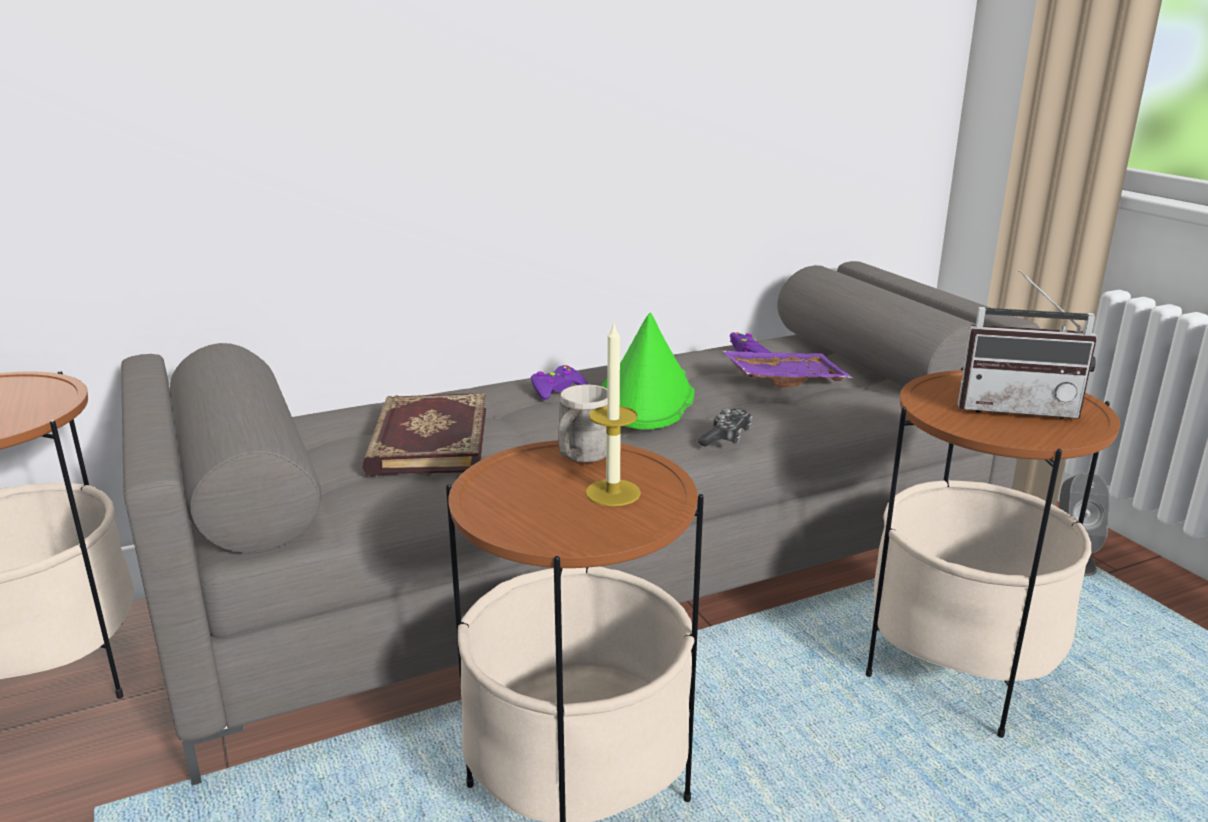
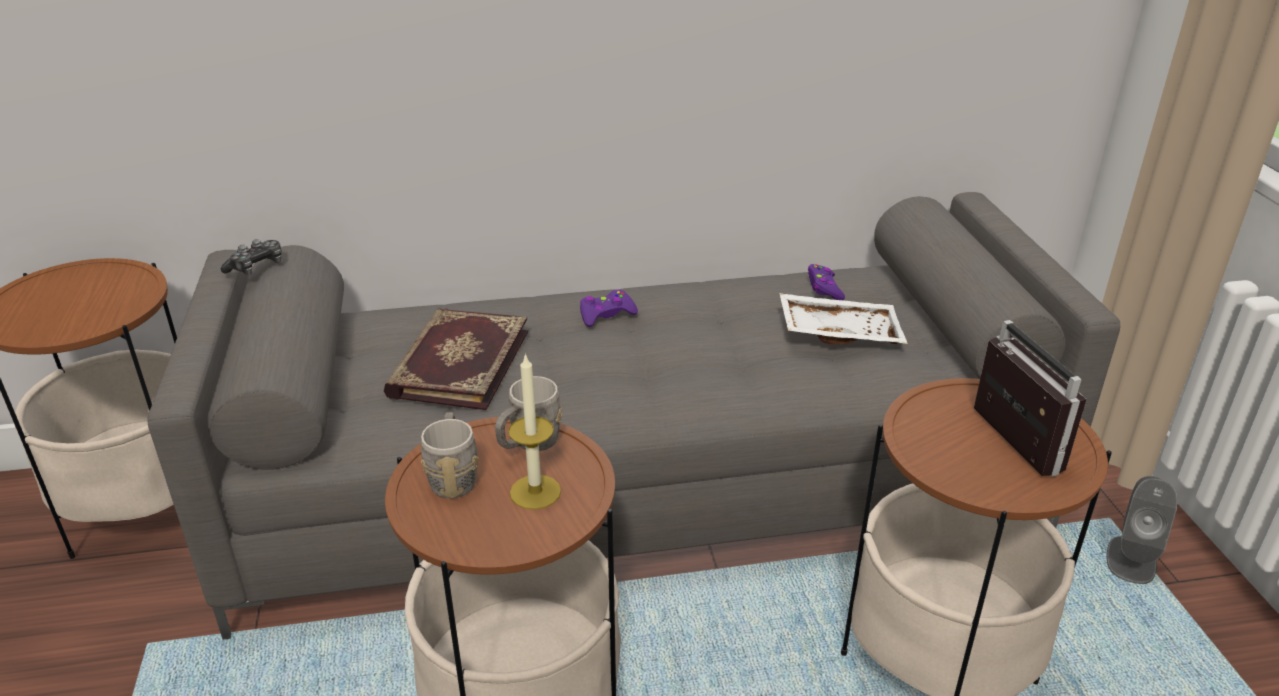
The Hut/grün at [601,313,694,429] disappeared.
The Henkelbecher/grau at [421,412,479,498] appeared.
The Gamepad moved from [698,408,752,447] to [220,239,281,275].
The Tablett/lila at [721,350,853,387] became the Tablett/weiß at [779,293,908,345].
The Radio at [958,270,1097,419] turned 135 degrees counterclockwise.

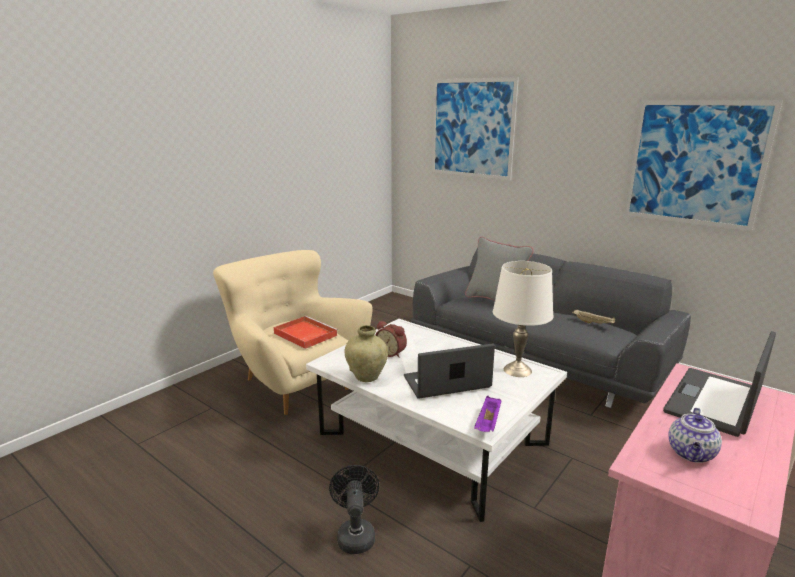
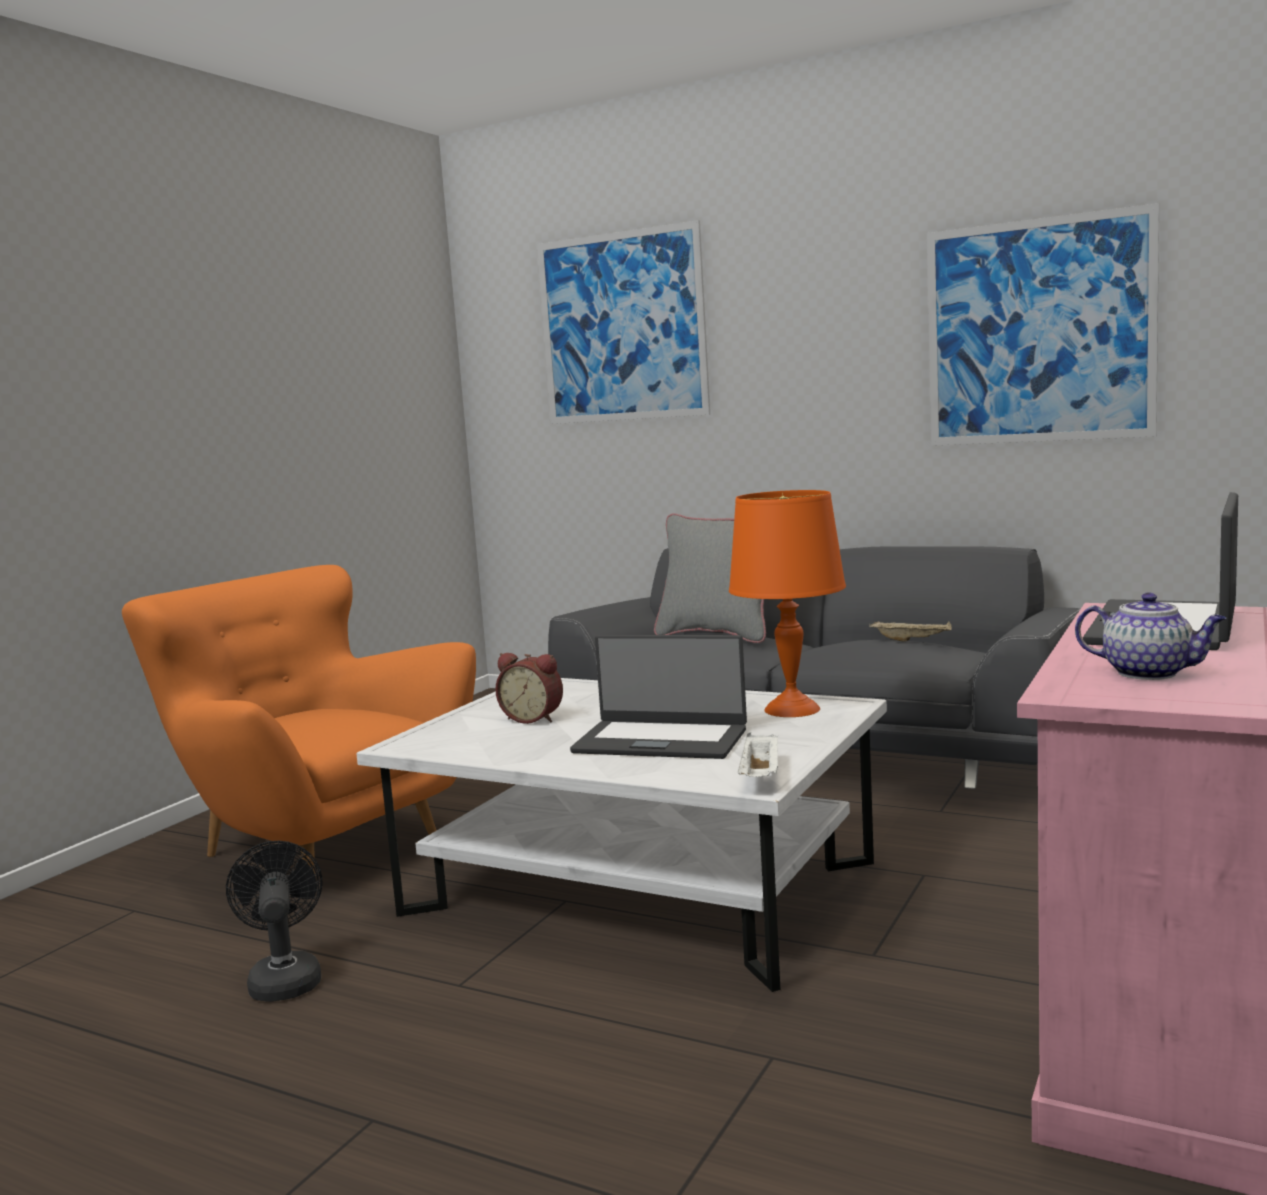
The Tablett/rot at [274,316,338,349] disappeared.
The Vase/beige at [345,325,388,382] disappeared.
The Ventilator/schwarz moved from [329,465,379,554] to [226,841,322,1002].
The Sessel/beige at [213,250,372,415] became the Sessel/orange at [122,565,476,874].
The Tablett/lila at [474,396,502,432] became the Tablett/weiß at [738,733,778,777].
The Tischlampe/weiß at [493,261,554,377] became the Tischlampe/orange at [729,490,846,717].
The Laptop at [404,343,495,399] turned 135 degrees counterclockwise.
The Teekanne at [669,408,722,463] turned 75 degrees counterclockwise.

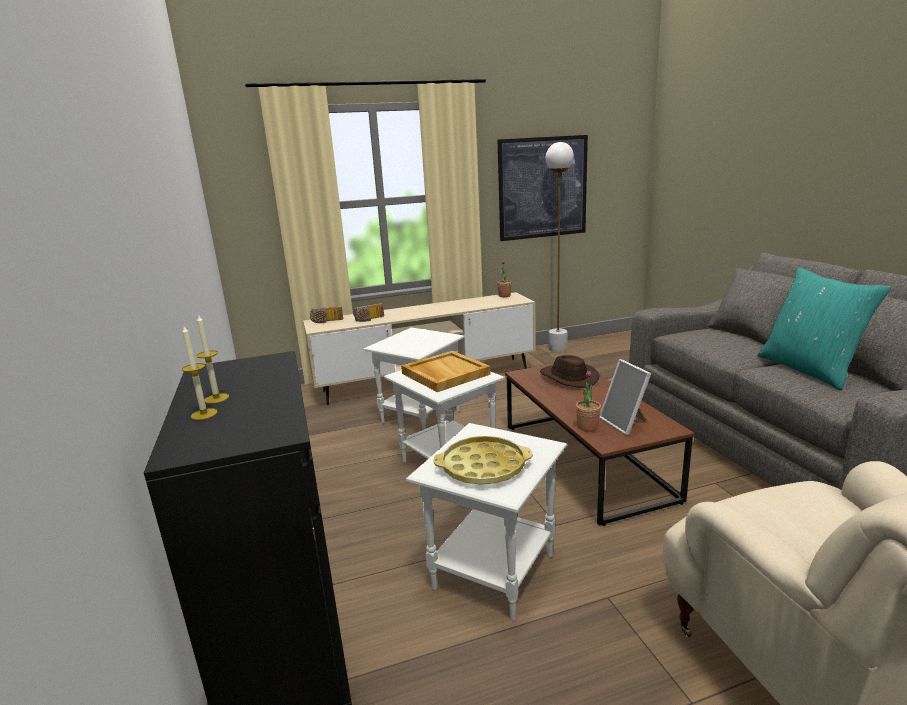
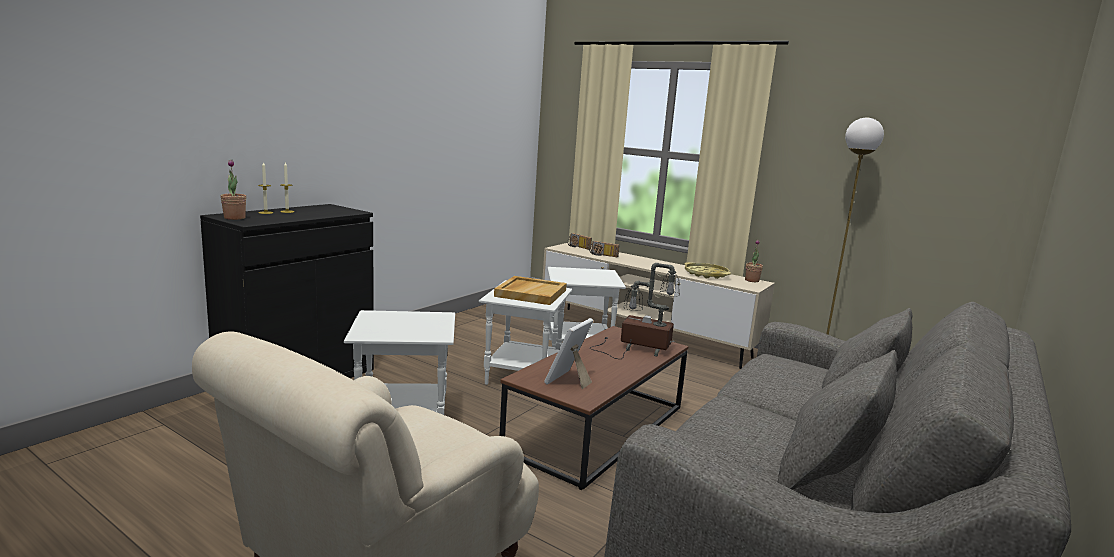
The Bild at [498,135,588,241] disappeared.
The Kissen/türkis at [758,268,891,390] disappeared.
The Tablett/gelb moved from [434,436,533,484] to [684,262,731,279].
The Topfpflanze moved from [576,370,601,432] to [221,160,246,220].
The Hut/braun at [540,355,599,388] was replaced by the Tischlampe at [590,263,680,359].

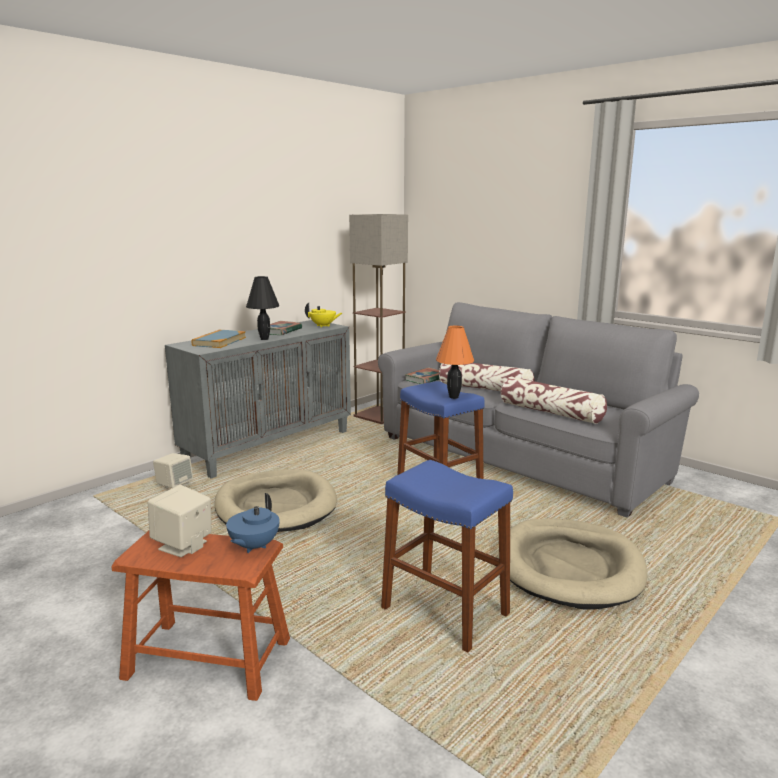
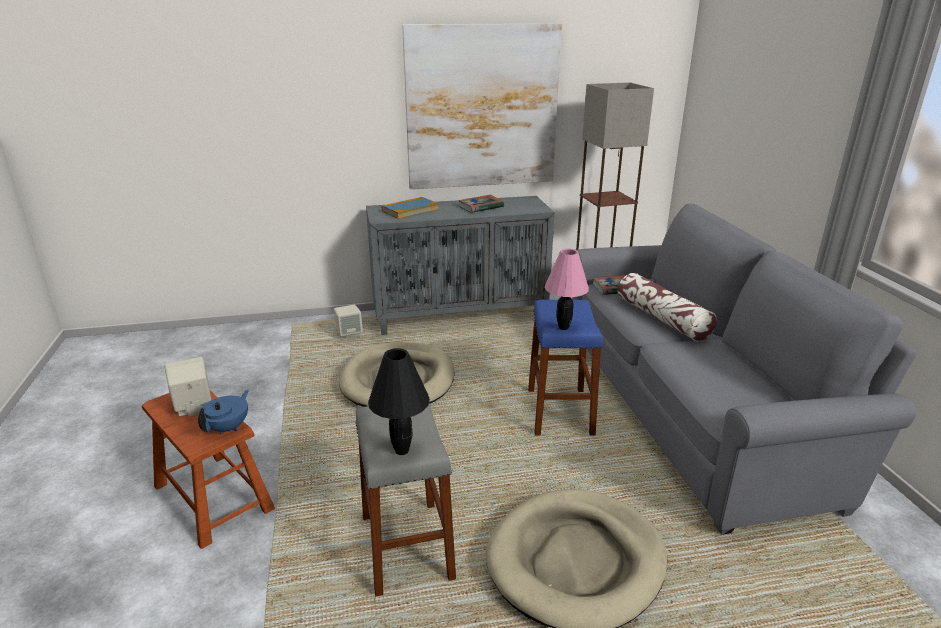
The Teekanne/gelb at [305,303,342,327] disappeared.
The Kissen at [501,376,607,424] disappeared.
The Bild at [402,23,562,189] appeared.
The Tischlampe/schwarz moved from [246,276,279,340] to [368,348,430,455].
The Hocker/blau at [381,460,513,653] became the Hocker/grau at [355,404,456,597].
The Tischlampe/orange at [436,326,474,399] became the Tischlampe/rosa at [544,248,589,330].
The Teekanne/blau at [226,493,280,553] turned 150 degrees clockwise.

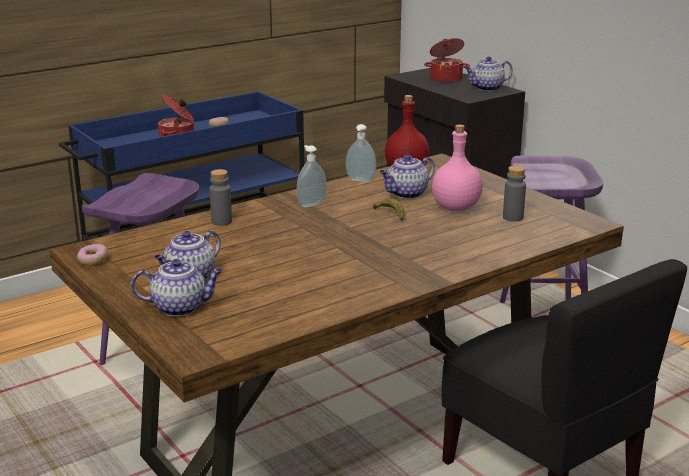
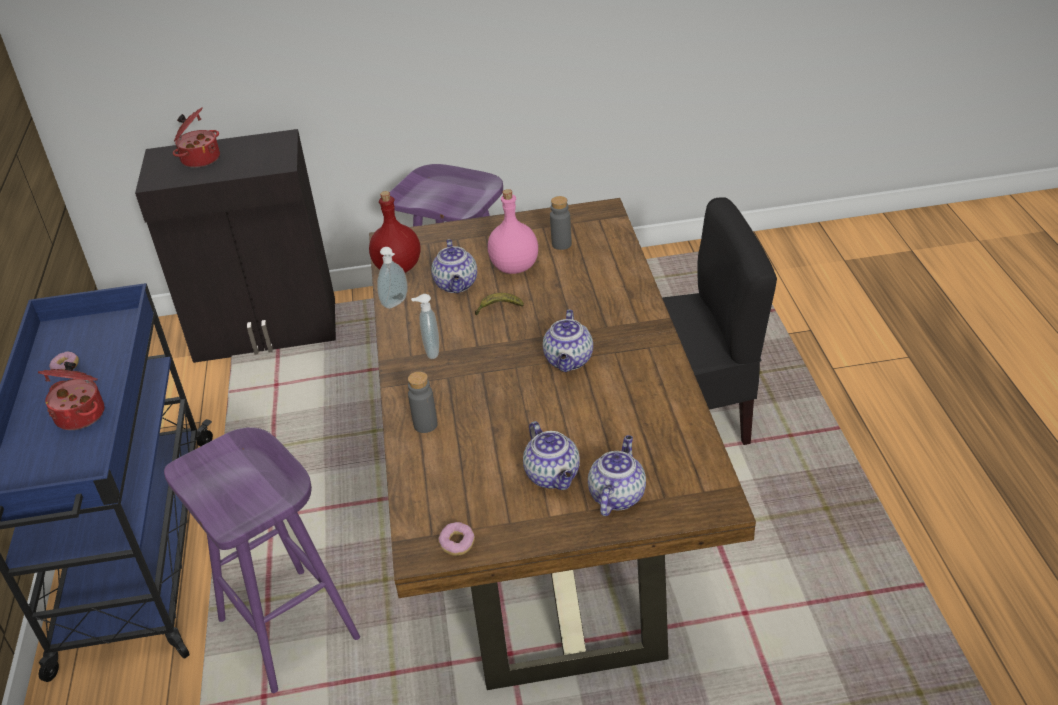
The Teekanne moved from [464,57,513,91] to [543,309,593,372].

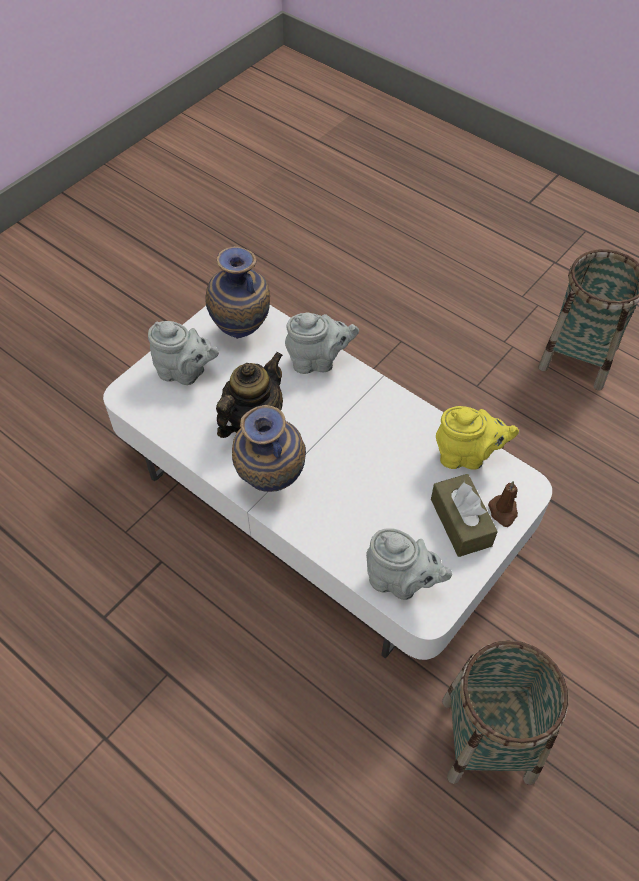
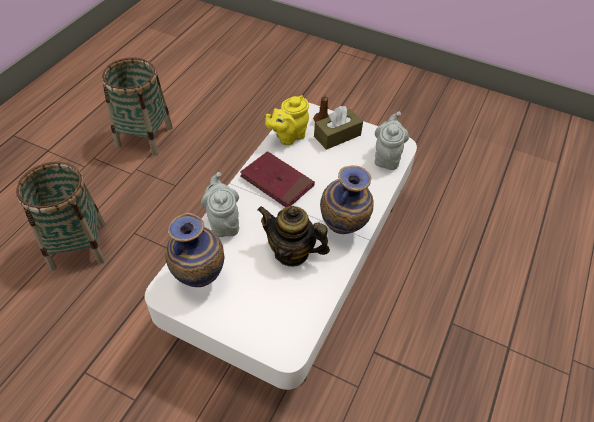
The Teekanne/grau at [148,321,219,385] disappeared.
The Buch/rot at [240,151,315,207] appeared.
The Korb moved from [442,640,568,785] to [16,162,105,271].
The Teekanne/gelb at [436,406,519,470] turned 120 degrees counterclockwise.

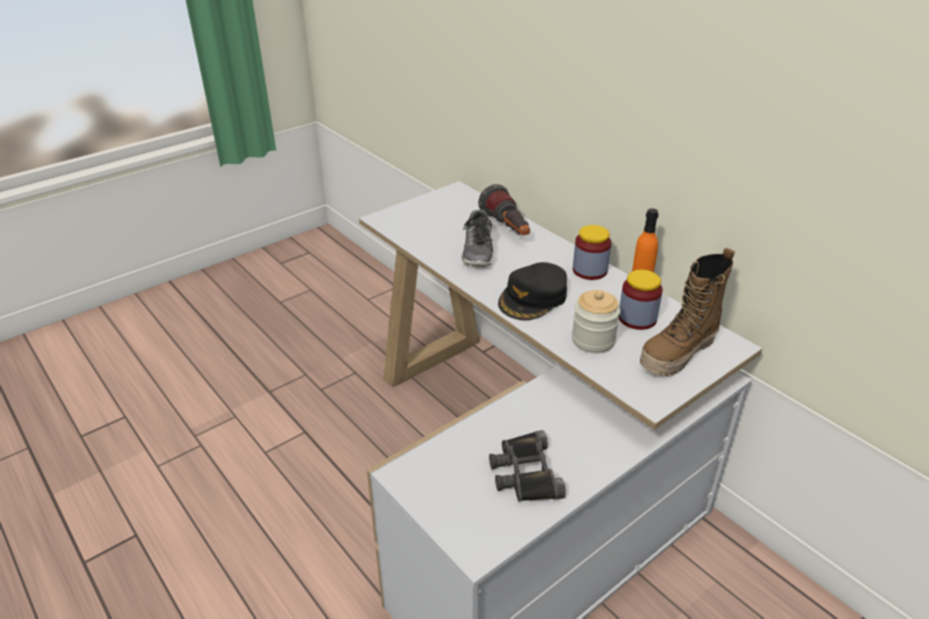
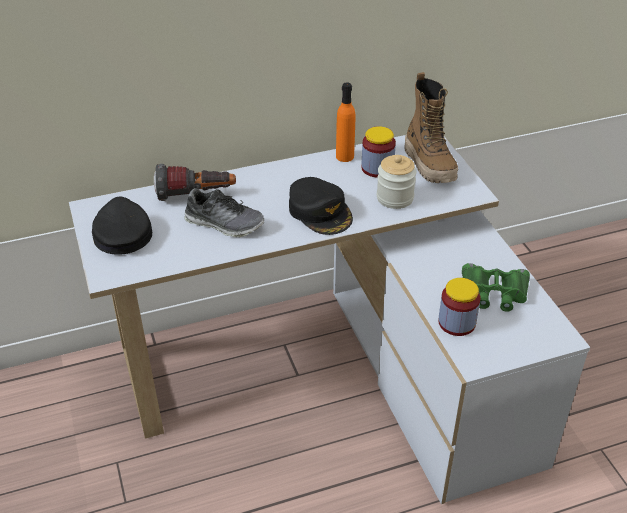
The Kappe/schwarz at [92,197,152,255] appeared.
The Vorratsglas moved from [573,225,611,280] to [438,278,481,336].
The Fernglas/schwarz at [489,430,566,501] became the Fernglas/grün at [462,263,530,312].

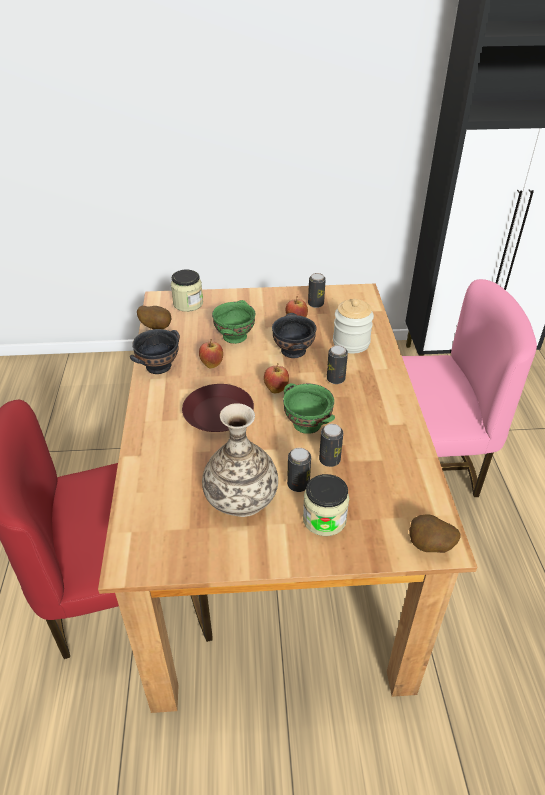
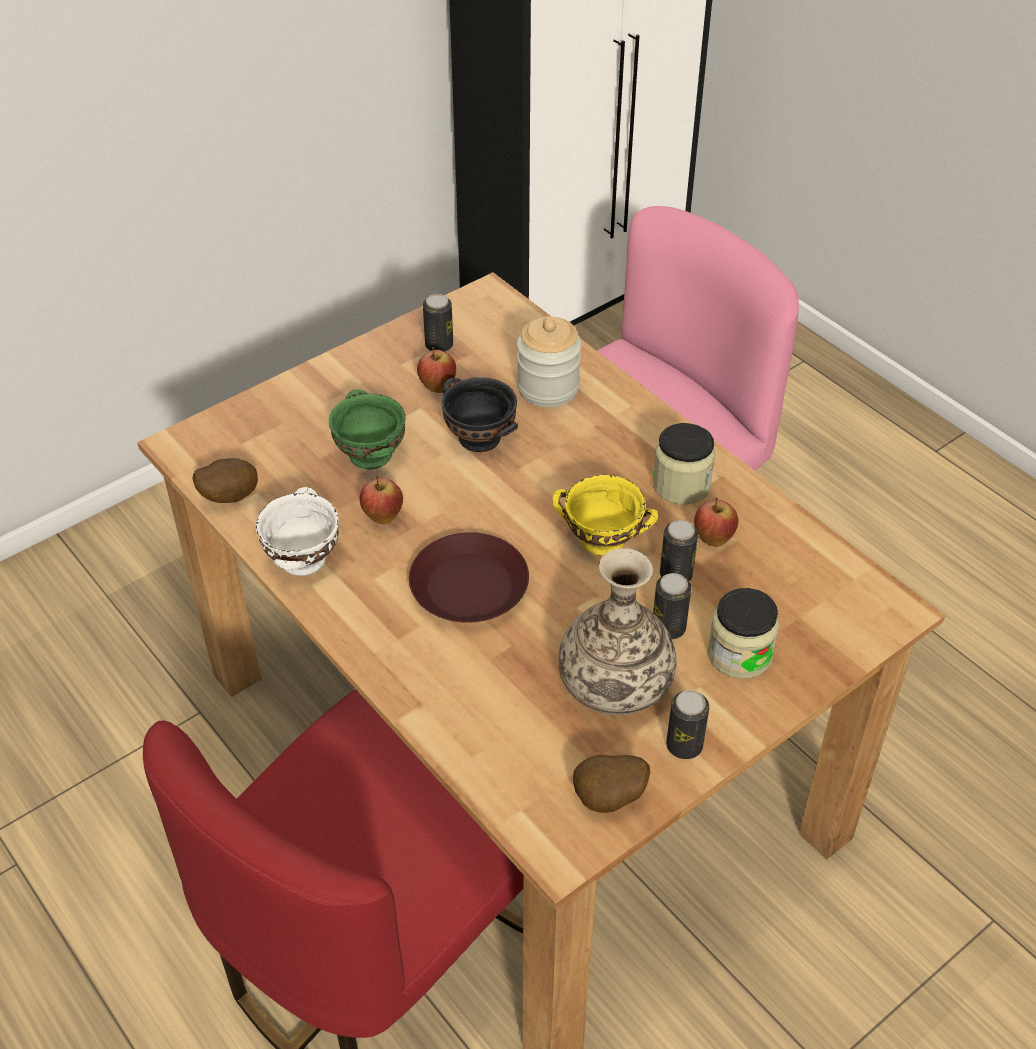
The Vorratsglas moved from [171,270,203,312] to [653,423,715,504].
The Apfel moved from [264,363,289,393] to [694,498,738,547].
The Dose moved from [327,345,348,384] to [666,690,709,759].
The Kartoffel moved from [409,514,461,553] to [573,755,650,813].
The Schüssel/schwarz at [130,329,180,374] became the Schüssel/weiß at [256,487,339,576].
The Schüssel/grün at [283,383,335,434] became the Schüssel/gelb at [552,475,658,556].

